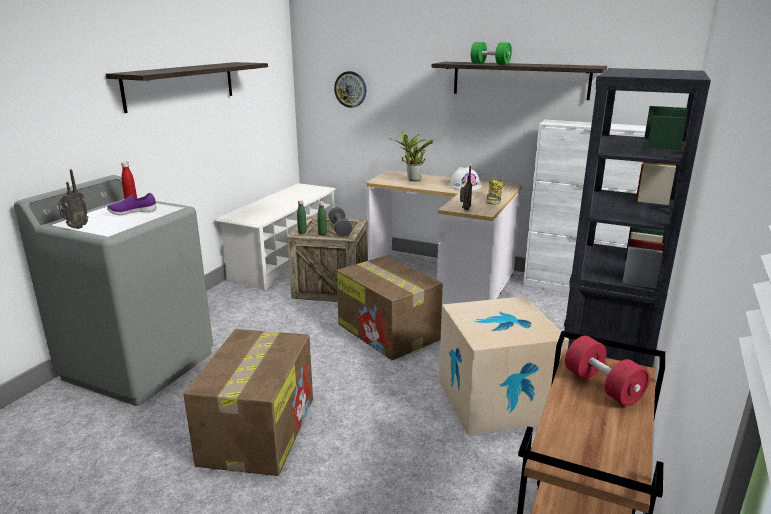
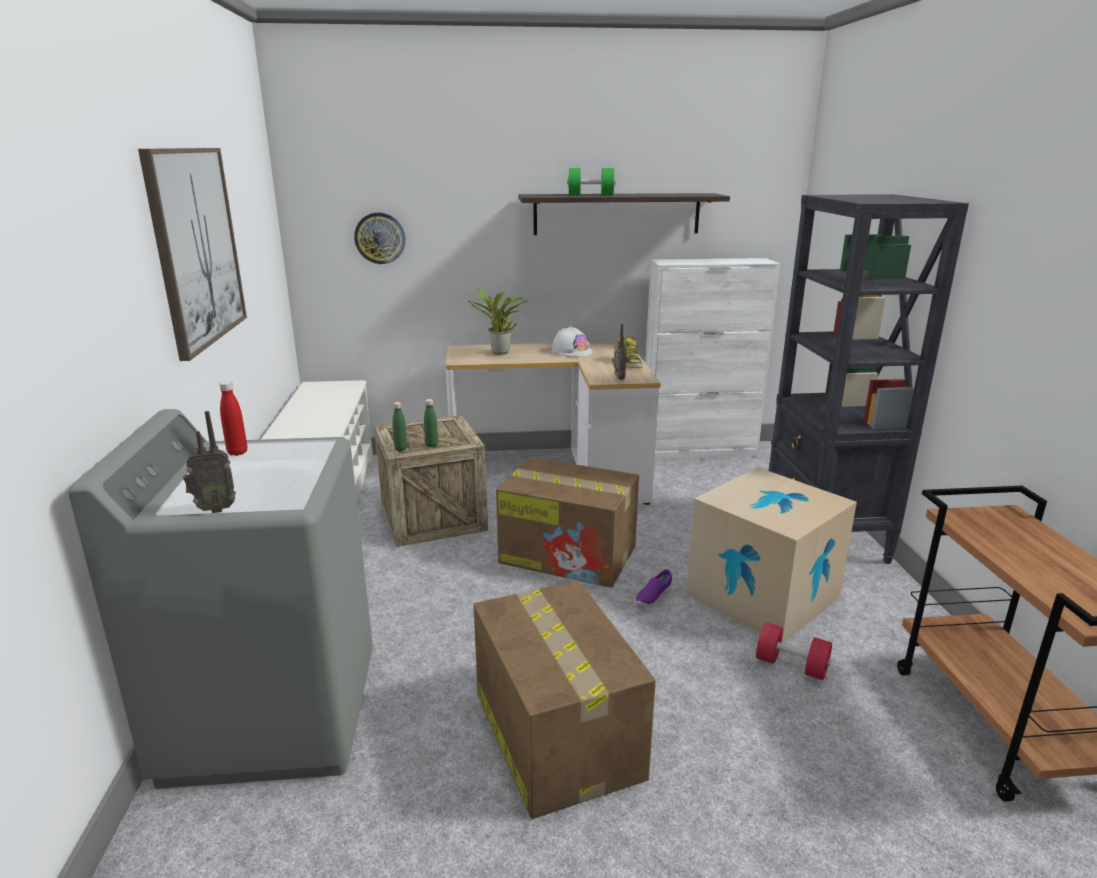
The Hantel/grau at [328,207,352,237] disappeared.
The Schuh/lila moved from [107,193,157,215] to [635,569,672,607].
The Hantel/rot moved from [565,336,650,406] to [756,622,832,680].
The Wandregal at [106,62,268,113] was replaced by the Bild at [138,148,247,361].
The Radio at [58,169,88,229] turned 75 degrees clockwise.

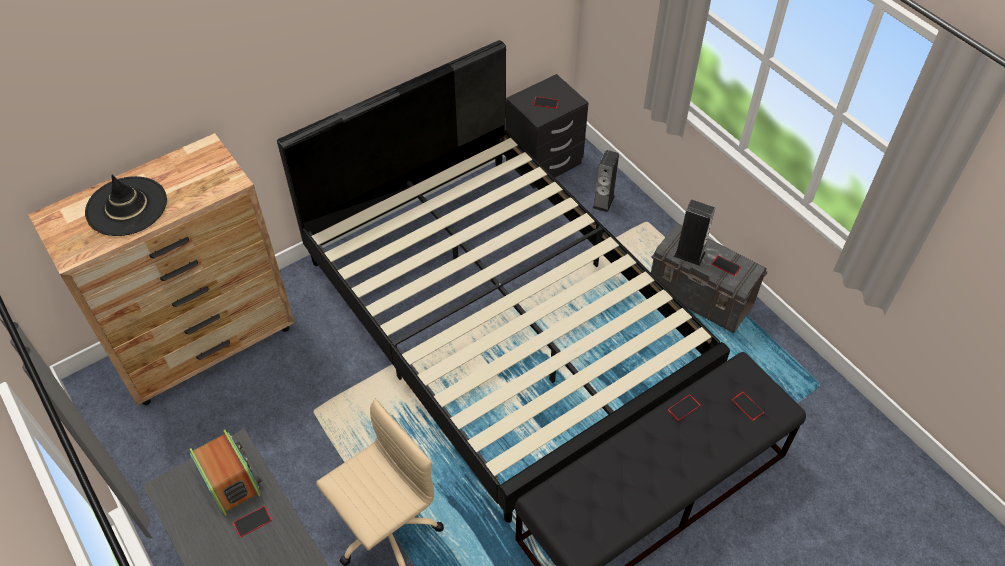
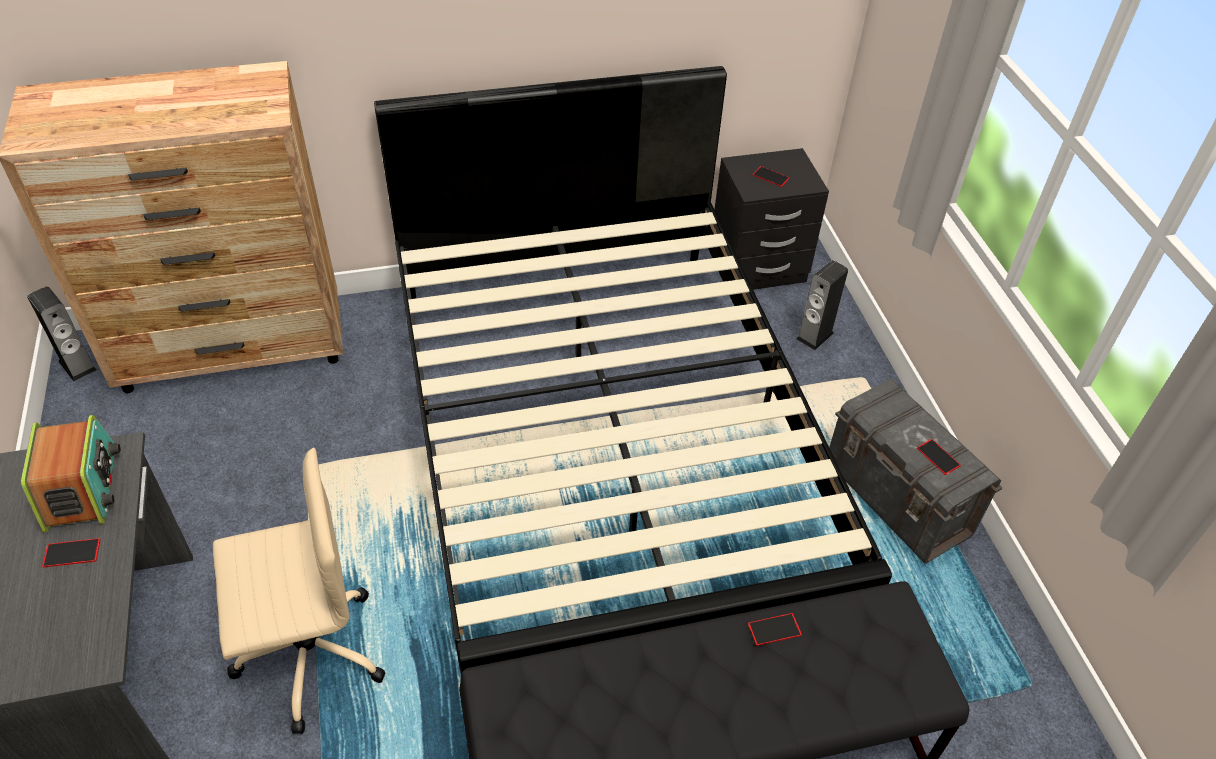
The Hut/schwarz at [85,175,167,236] disappeared.
The Handy at [732,392,764,421] disappeared.
The Lautsprecher moved from [674,199,715,266] to [27,287,97,381].

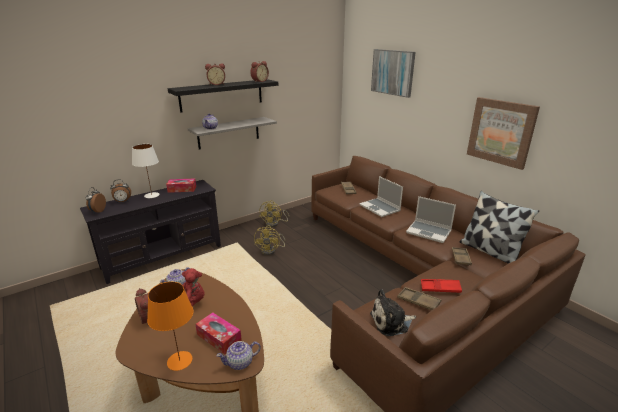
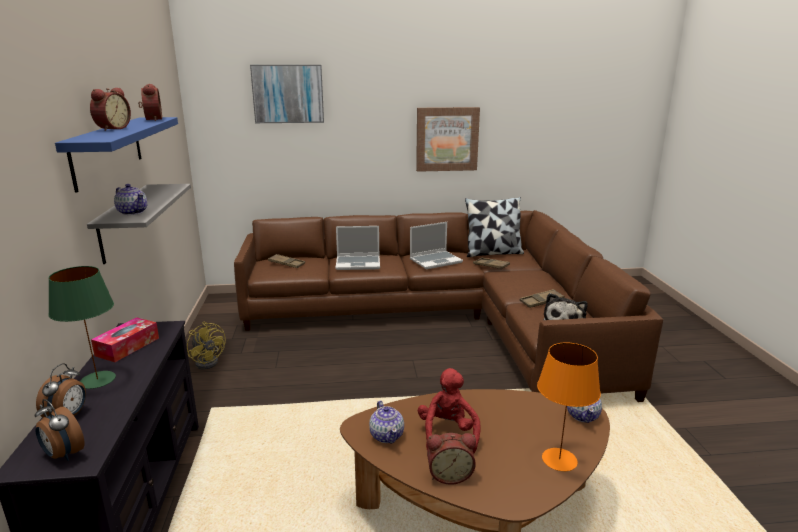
The Taschentuchbox at [196,312,242,354] disappeared.
The Ventilator/gelb at [254,225,285,255] disappeared.
The Tablett/rot at [421,279,462,293] disappeared.
The Tischlampe/weiß at [132,144,160,198] became the Tischlampe/grün at [48,266,116,389].
The Wandregal/schwarz at [168,79,278,113] became the Wandregal/blau at [55,117,178,193].

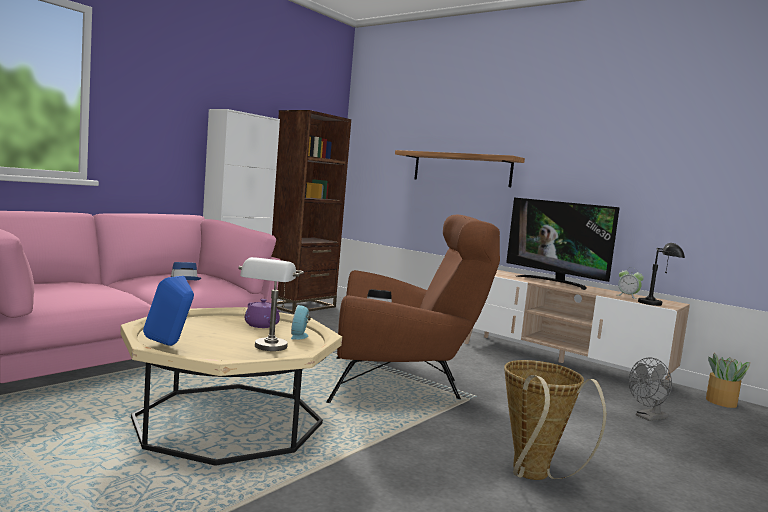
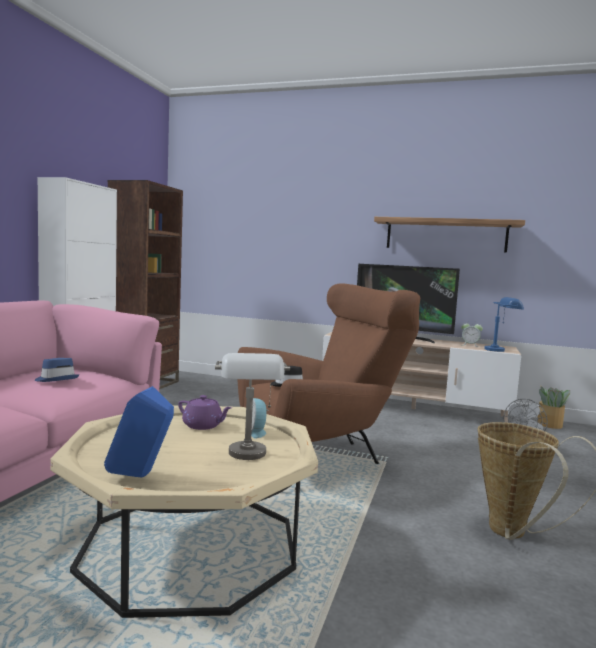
The Wandregal moved from [395,150,525,187] to [374,217,525,253].
The Tischlampe/schwarz at [638,243,685,306] became the Tischlampe/blau at [484,297,524,352].

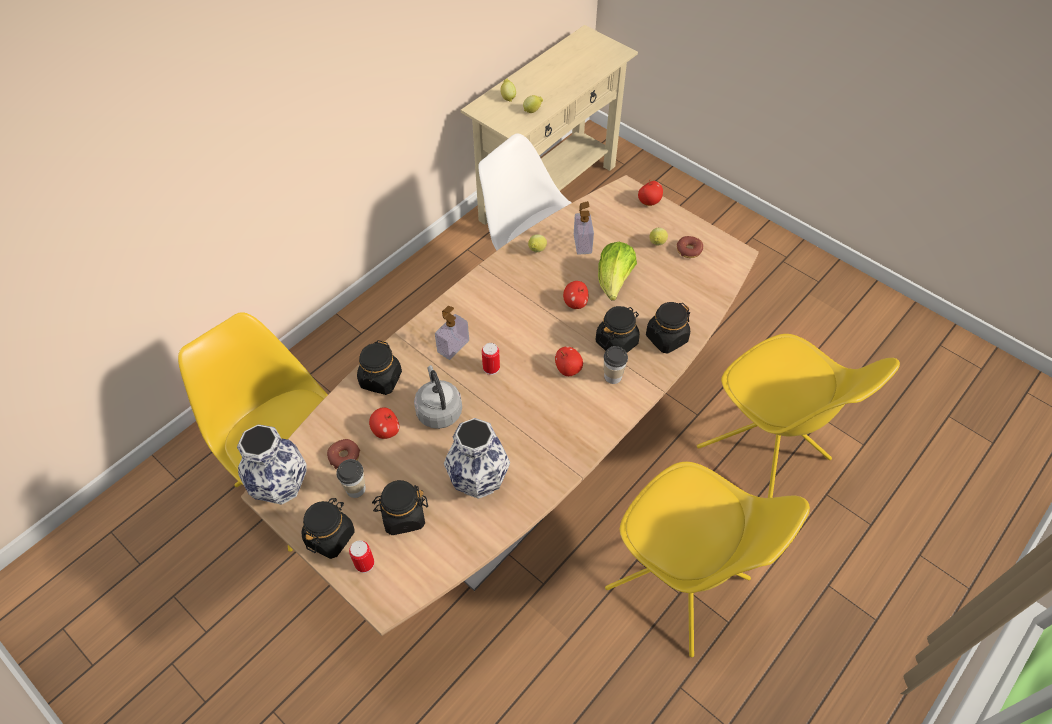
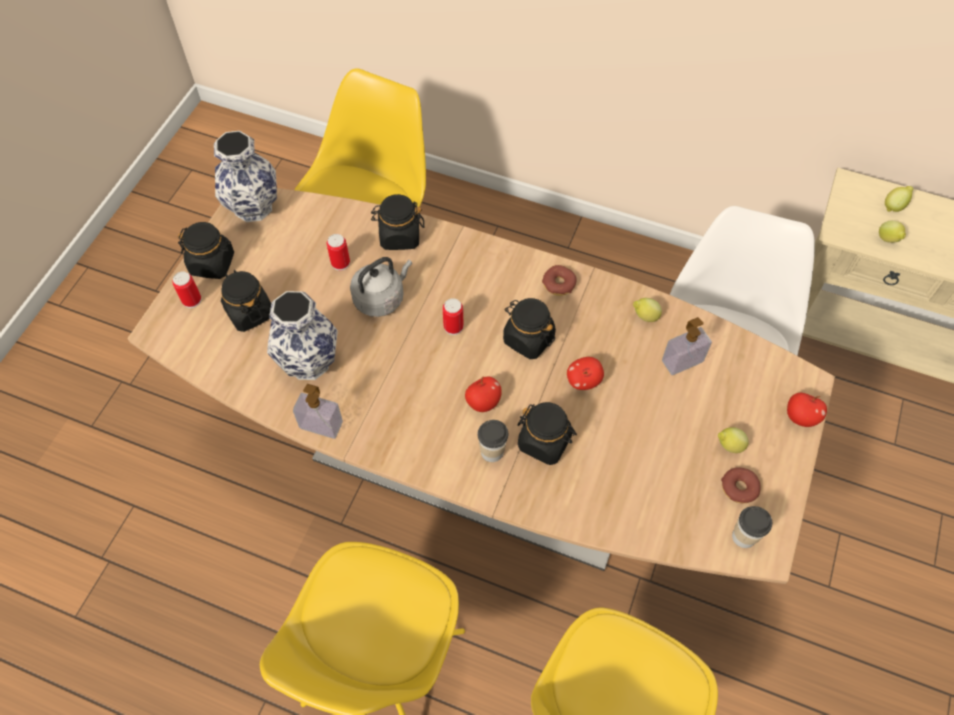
The Salatkopf at [598,242,637,301] disappeared.
The Donut moved from [327,439,360,469] to [542,265,576,296].
The Tasse moved from [336,459,366,498] to [732,506,772,548].
The Seifenspender moved from [435,306,469,360] to [293,384,343,439].
The Vorratsglas/schwarz moved from [646,302,690,354] to [503,298,556,359].
The Apfel at [369,407,399,439] was replaced by the Dose at [327,234,350,271].

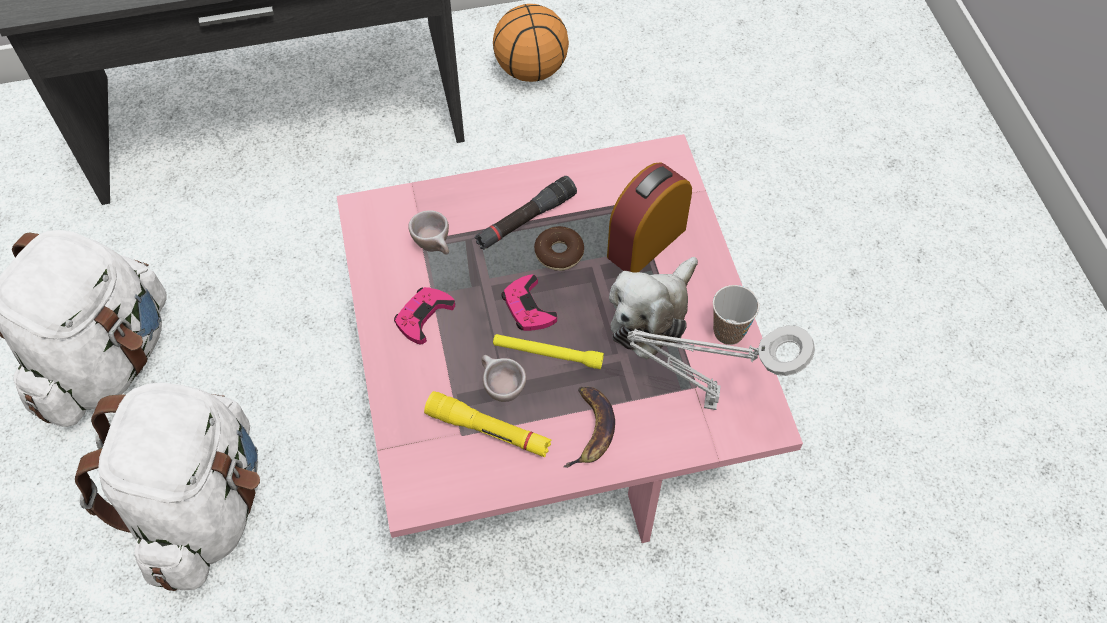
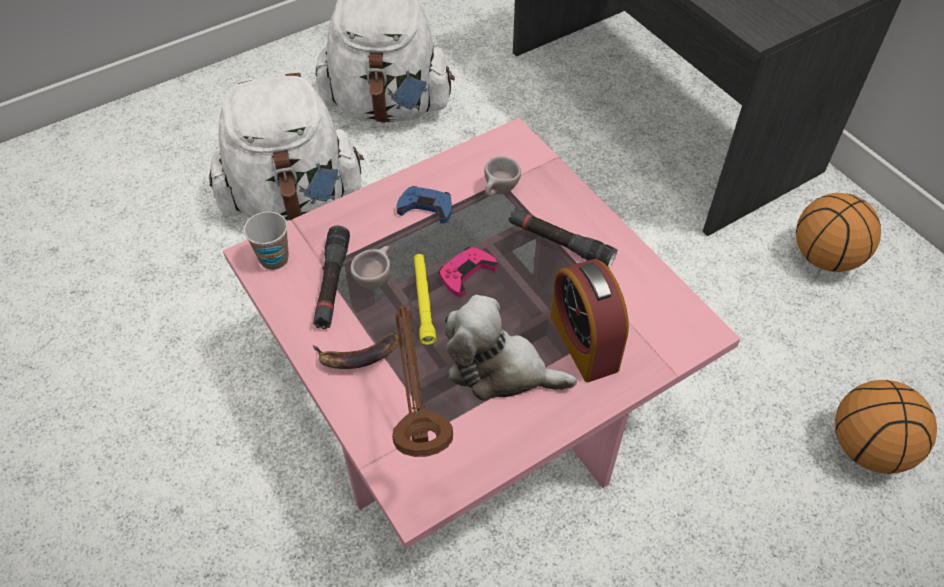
The Donut at [534,226,584,271] disappeared.
The Basketball at [835,380,937,474] appeared.
The Tasse moved from [713,285,760,345] to [244,211,289,270].
The Gamepad/rosa at [394,287,455,345] became the Gamepad/blau at [397,186,452,223].
The Taschenlampe/gelb at [424,391,551,457] became the Taschenlampe/schwarz at [313,226,350,329].
The Tischlampe/grau at [627,326,815,410] became the Tischlampe/braun at [392,305,453,457].
The Wecker at [607,162,692,273] turned 135 degrees counterclockwise.

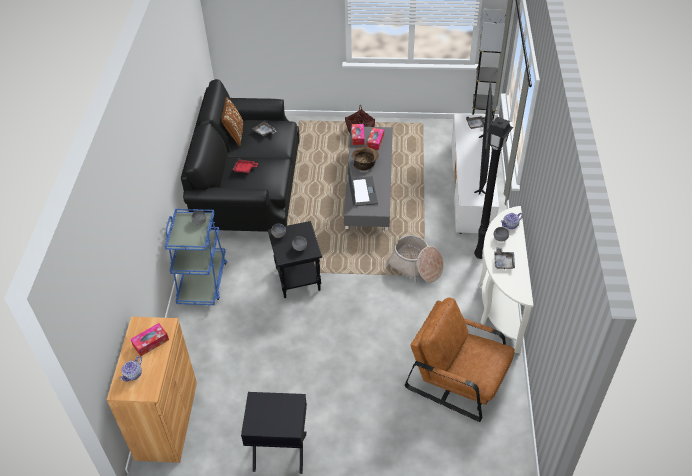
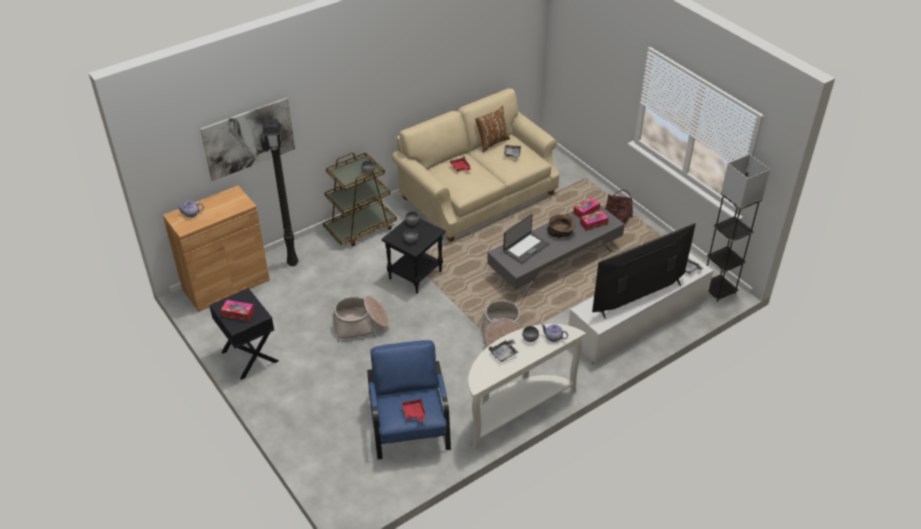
The Bild at [200,98,295,181] appeared.
The Korb at [332,296,389,343] appeared.
The Tablett/rot at [401,398,426,421] appeared.
The Taschentuchbox moved from [131,323,169,356] to [221,300,255,322].
The Stehlampe/schwarz moved from [474,117,513,259] to [262,119,298,266].
The Rollwagen/blau at [165,209,227,305] became the Rollwagen/braun at [323,152,397,246].
The Sofa/schwarz at [181,79,300,232] became the Sofa/beige at [392,88,559,242].
The Sessel/braun at [405,298,515,422] became the Sessel/blau at [367,340,451,459].

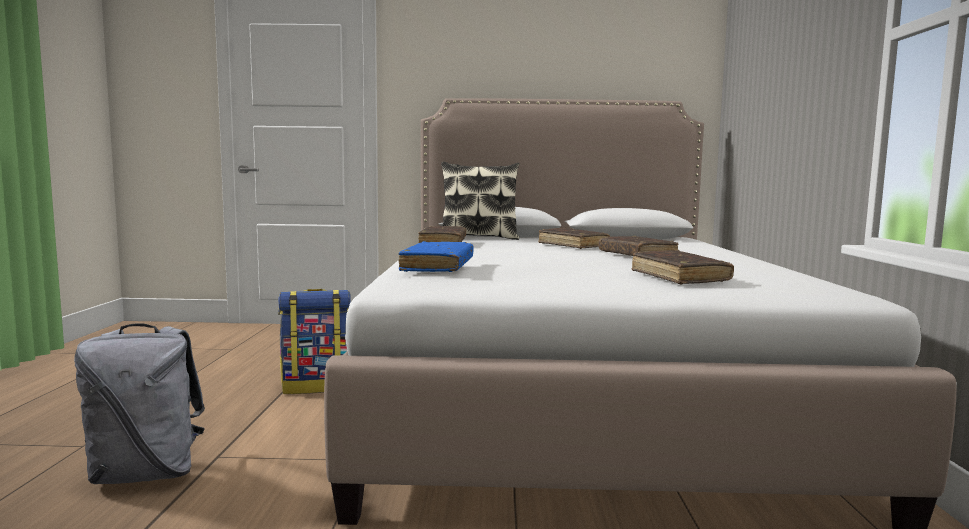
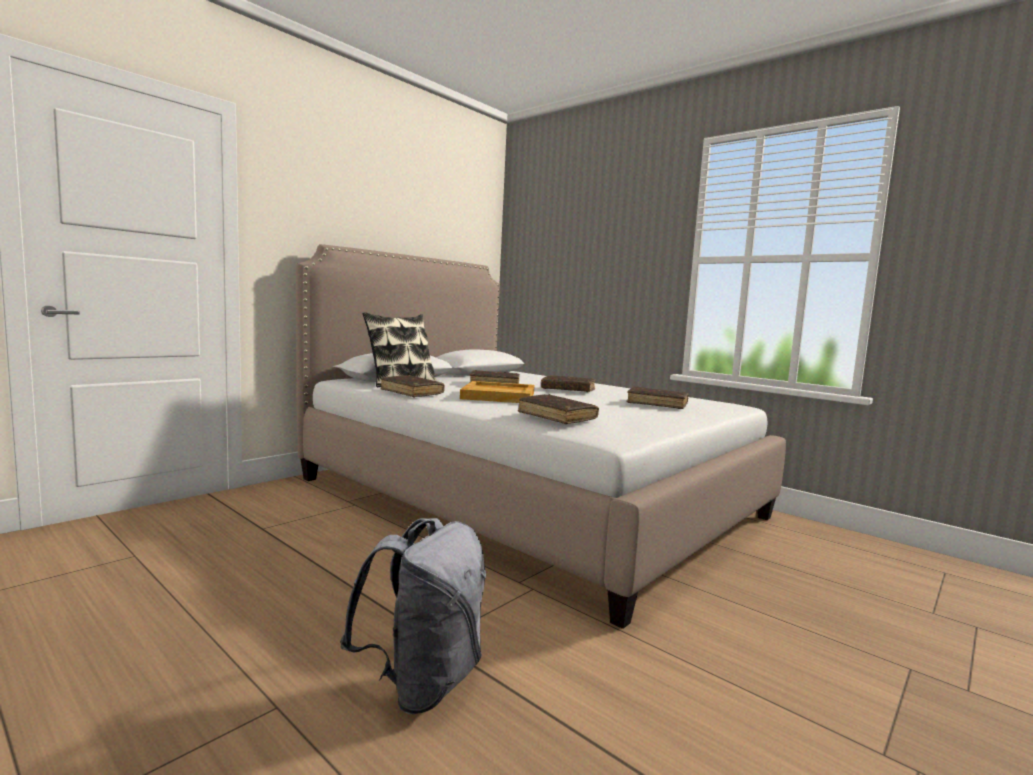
The Rucksack at [278,289,351,394] disappeared.
The Tablett/beige at [460,381,534,403] appeared.
The Buch/blau at [398,241,473,272] became the Buch/braun at [518,394,599,424].

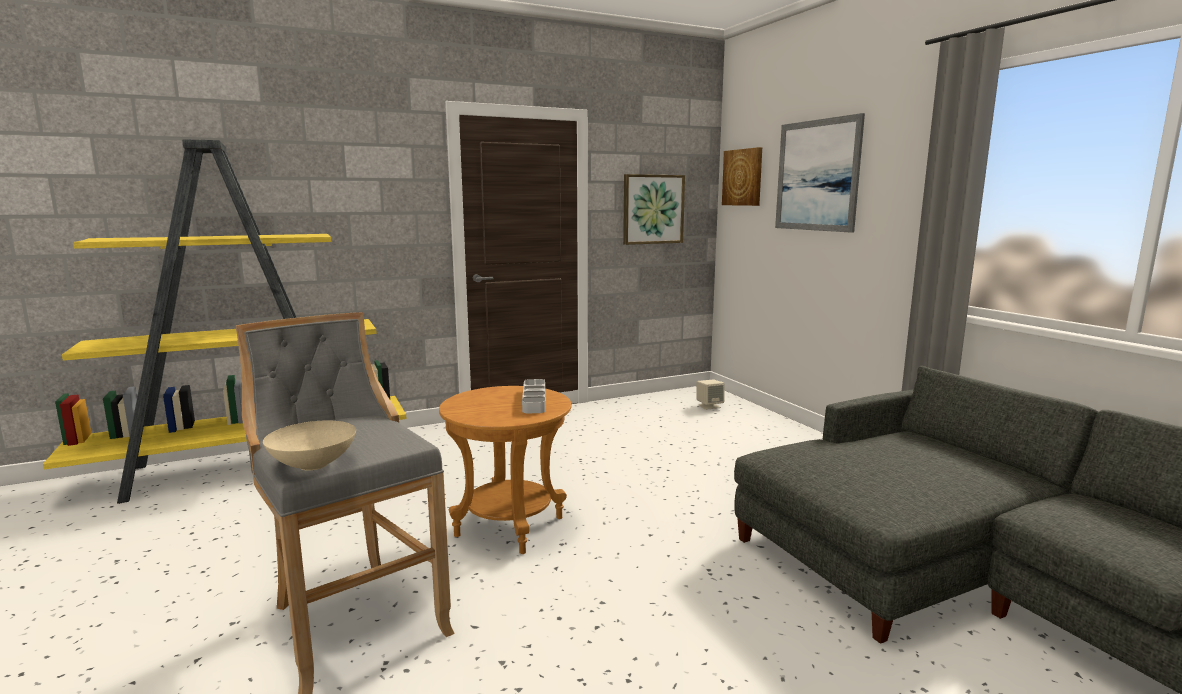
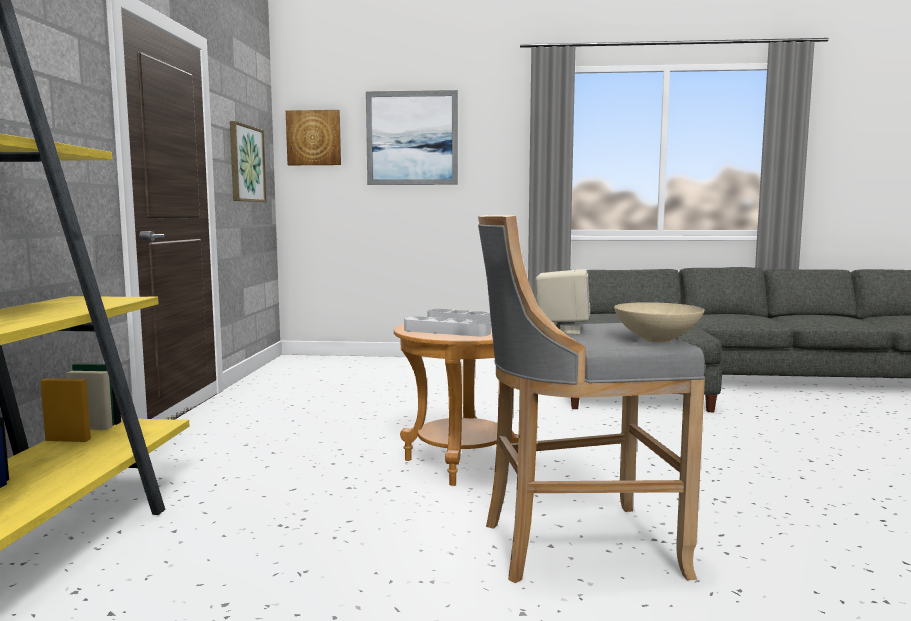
The Tablett/grau at [404,316,491,337] appeared.
The Lautsprecher/beige moved from [696,379,724,410] to [535,269,590,334].

